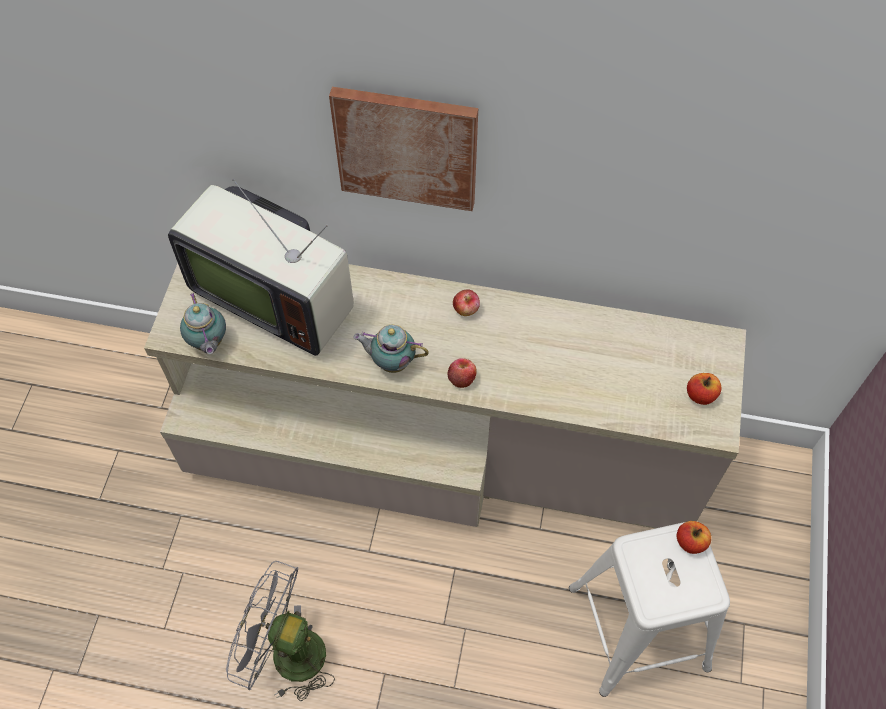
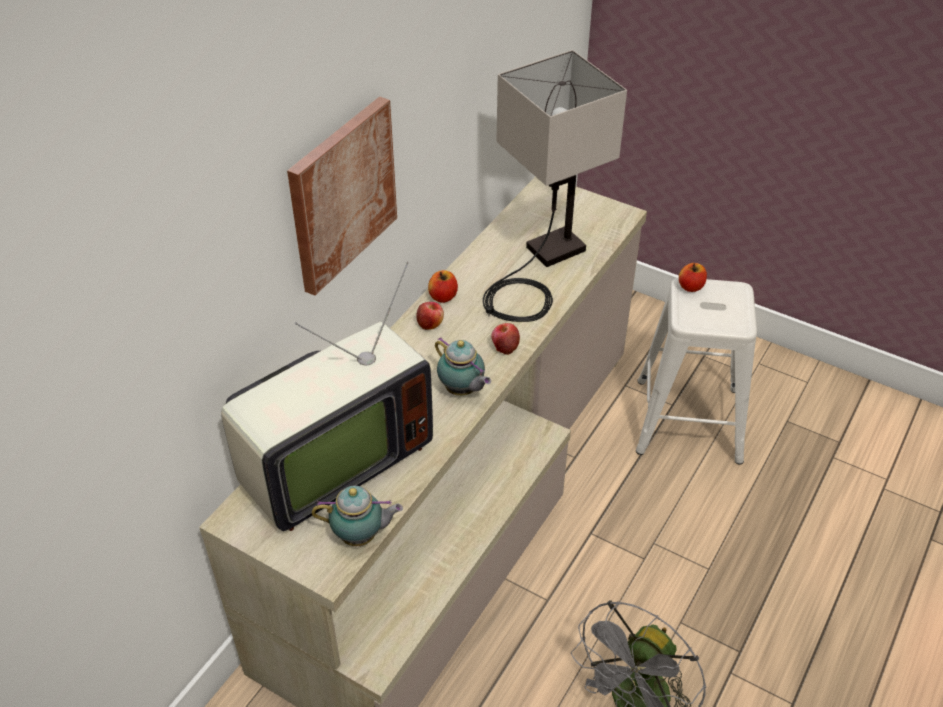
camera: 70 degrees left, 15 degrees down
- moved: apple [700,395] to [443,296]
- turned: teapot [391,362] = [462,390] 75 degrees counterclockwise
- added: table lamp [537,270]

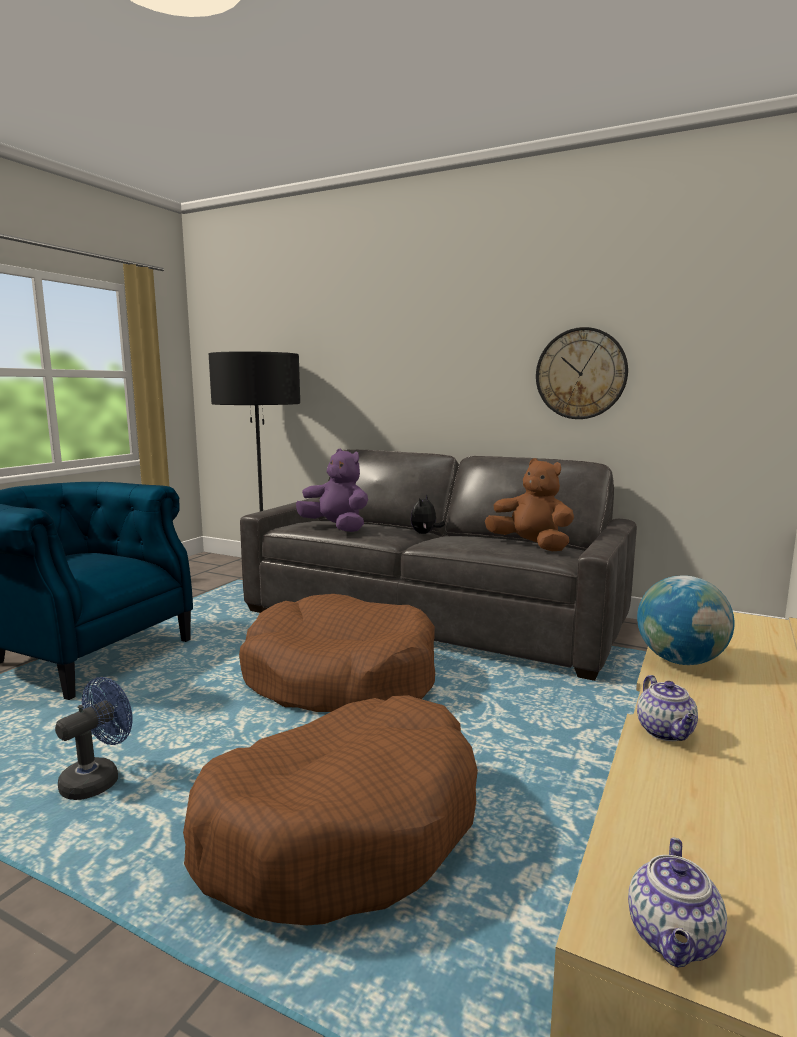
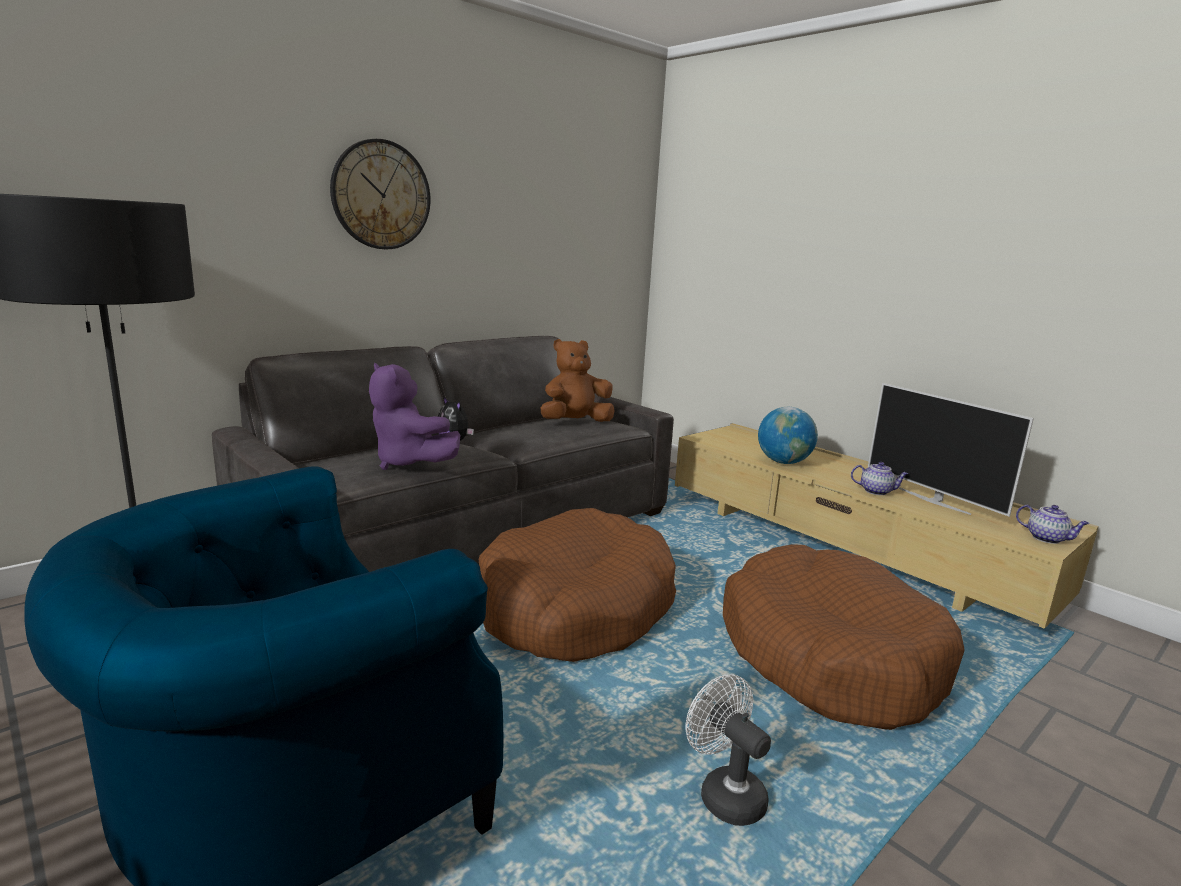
camera: 70 degrees left, 5 degrees up
- moved: wall clock [581,374] to [381,195]
- turned: purple plush toy [336,528] = [408,463] 105 degrees counterclockwise
- recoloured: blue fan [98,779] to white fan [724,793]
- added: television [934,500]

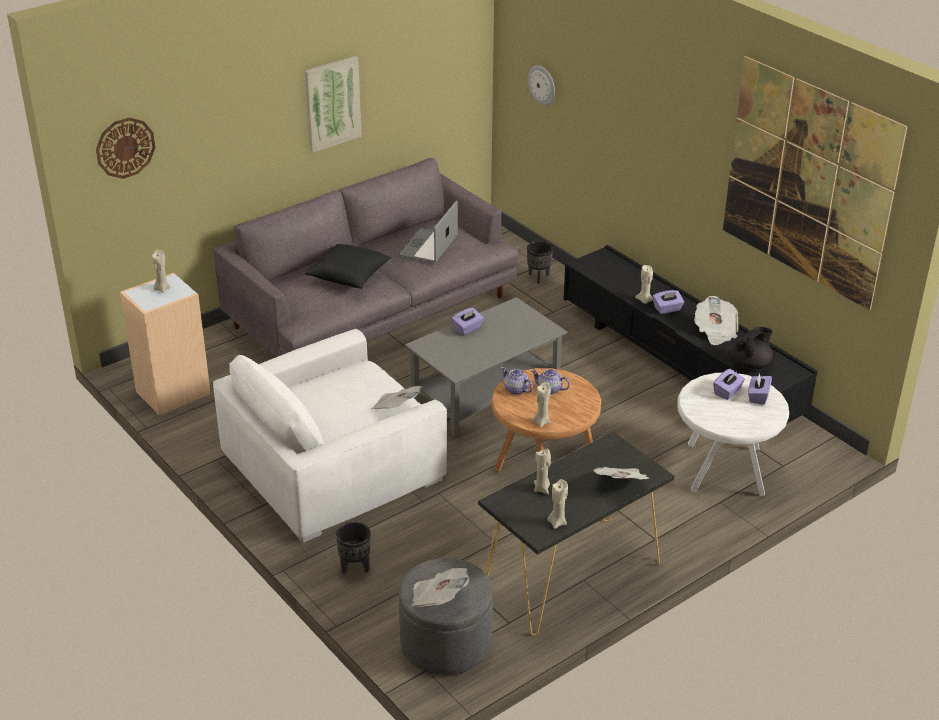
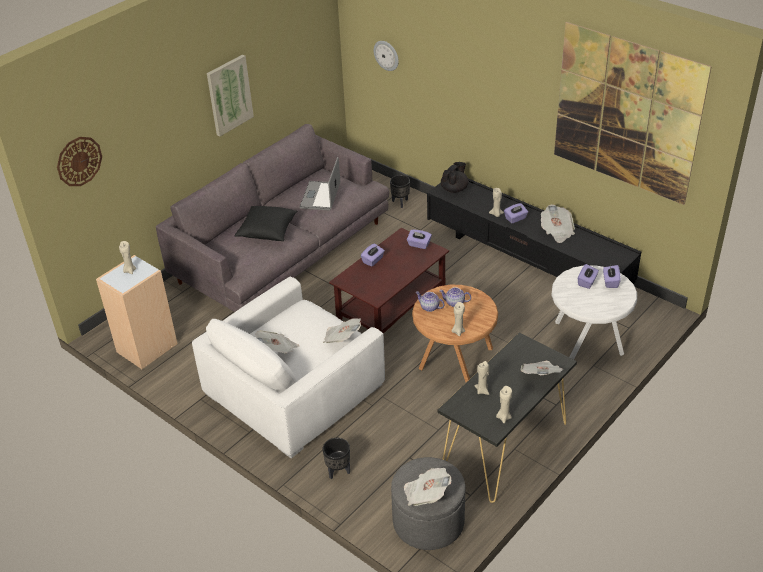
camera: 10 degrees left, 5 degrees up
- added: newspaper [278,350]
- recoloured: grey coffee table [486,392] to brown coffee table [392,305]
- added: purple tissue box [419,245]
- moved: black teapot [751,364] to [454,189]

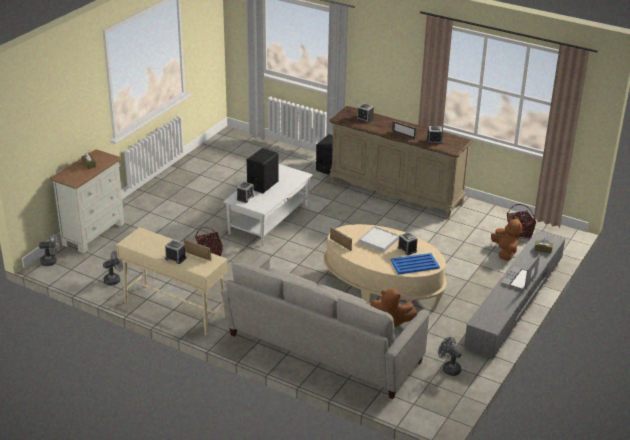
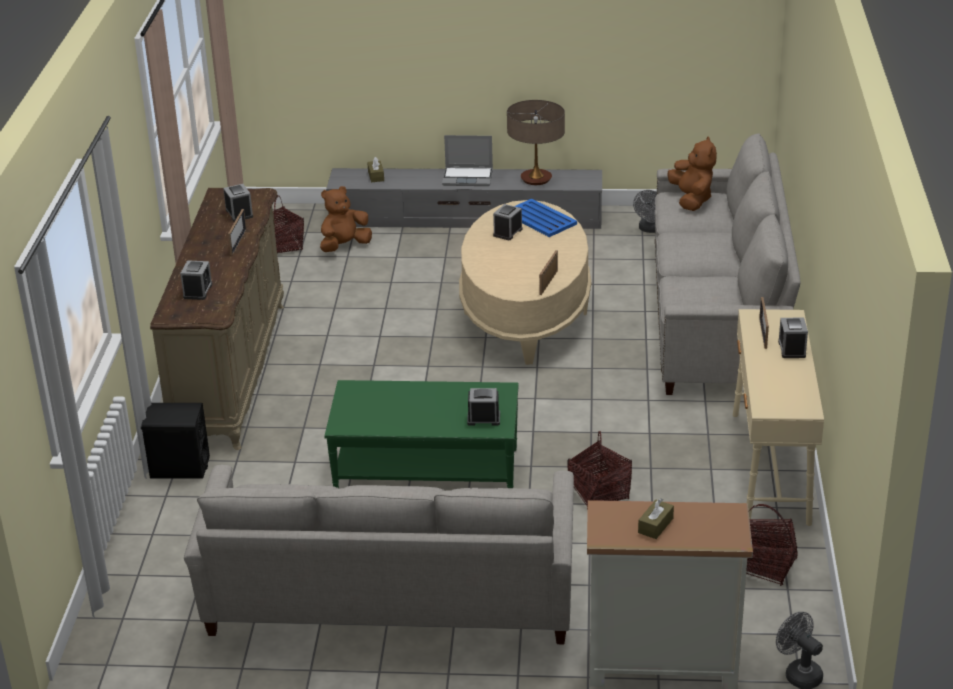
camera: 115 degrees left, 0 degrees up
- added: grey sofa [389,606]
- recoloured: white coffee table [269,219] to green coffee table [425,472]
- added: table lamp [536,179]
- replaced: grey fan [114,279] to basket [766,566]
- removed: black speaker [263,185]
- removed: white tray [379,241]

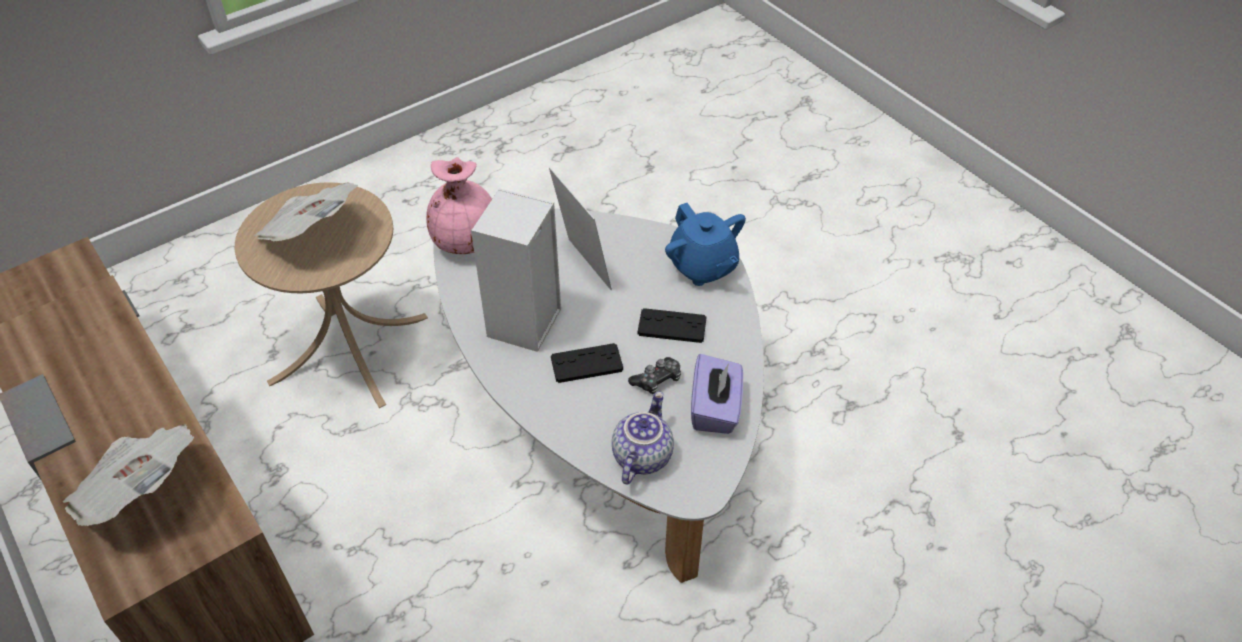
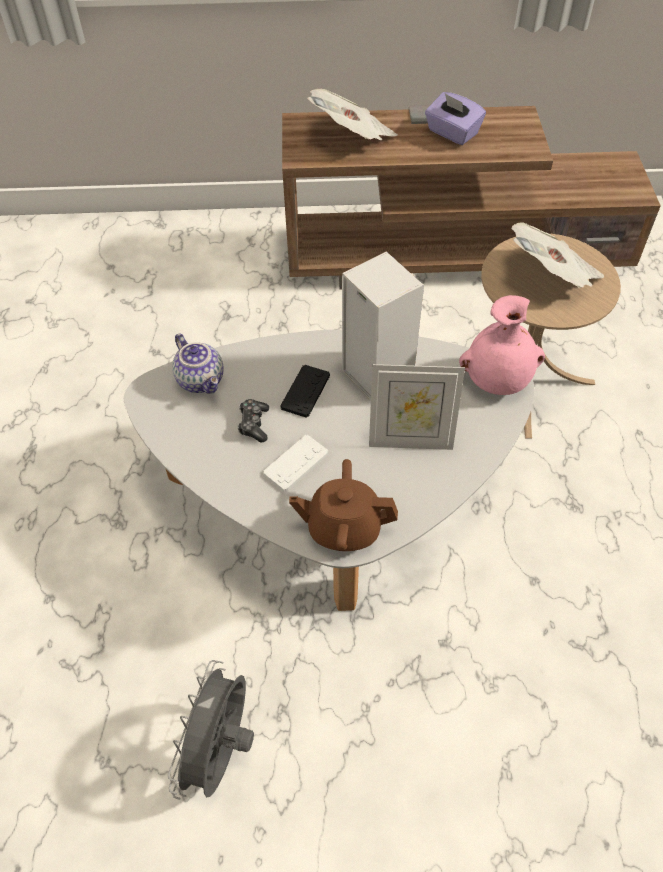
camera: 125 degrees right, 5 degrees up
- added: grey fan [222,750]
- recoloured: black game controller [672,327] to white game controller [296,464]
- recoloured: blue teapot [703,267] to brown teapot [343,527]
- moved: purple tissue box [715,409] to [452,133]

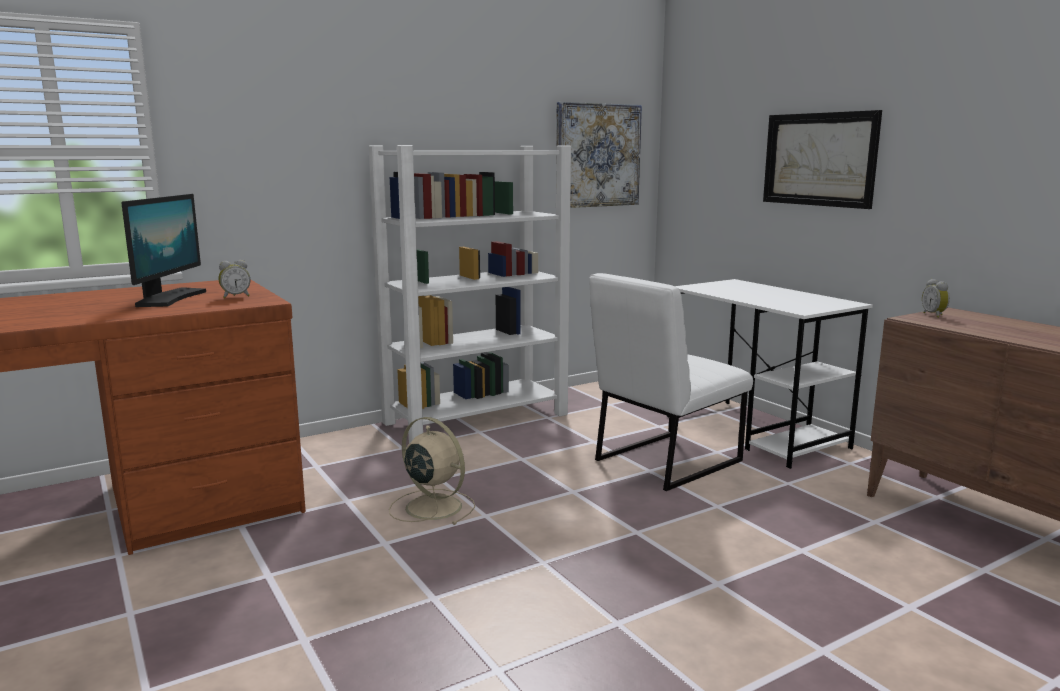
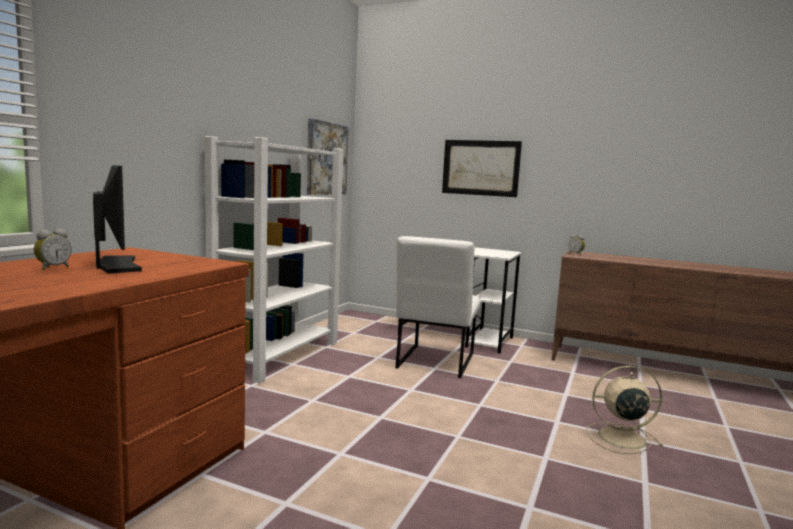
camera: 35 degrees left, 5 degrees down
- moved: alarm clock [235,296] to [52,268]
- moved: beige fan [431,506] to [619,438]

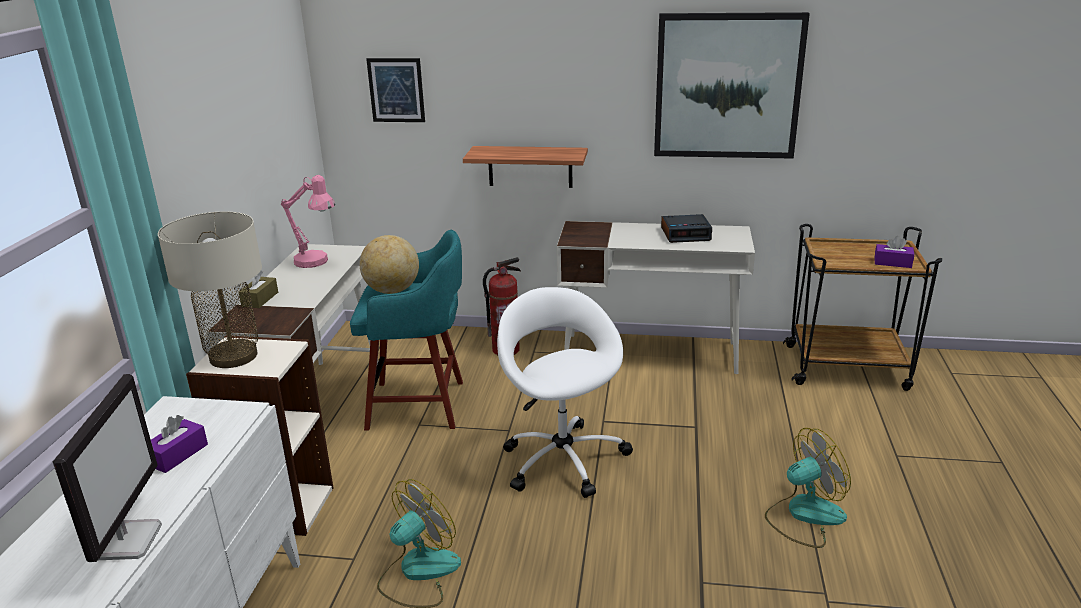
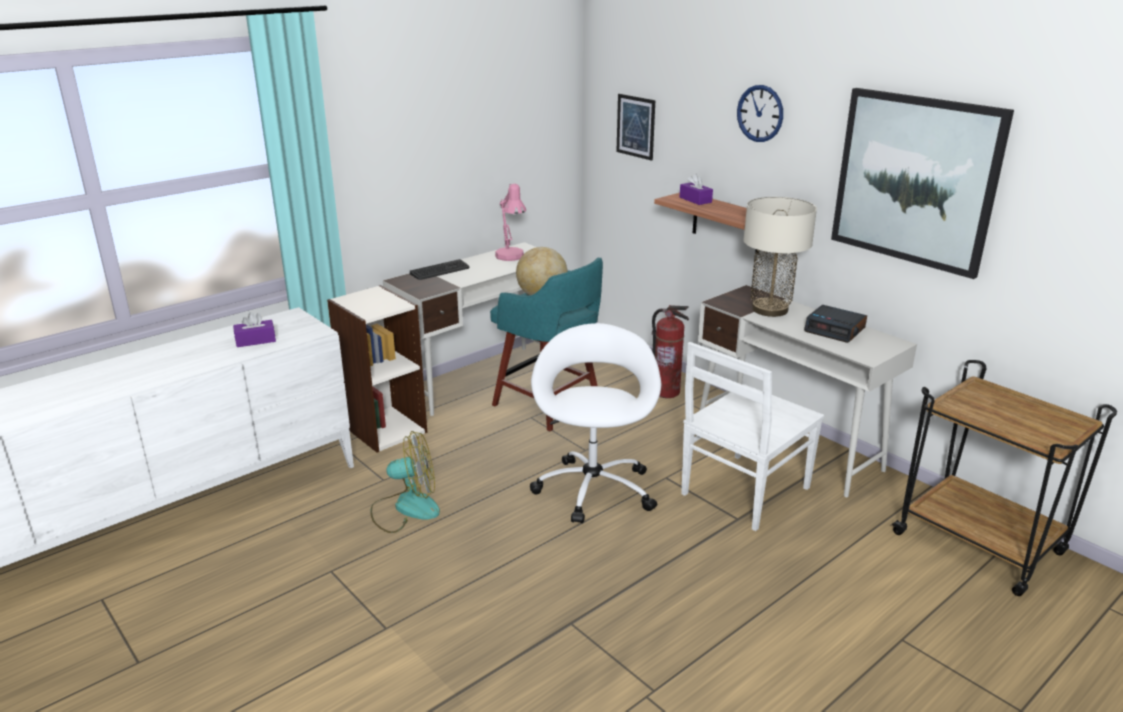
camera: 40 degrees right, 0 degrees up
- replaced: brown tissue box [260,299] to keyboard [440,271]
- moved: purple tissue box [892,263] to [695,200]
- added: white chair [743,492]
- added: wall clock [760,113]
- moved: table lamp [233,356] to [770,309]
- removed: monitor [126,540]
- removed: fan [804,515]

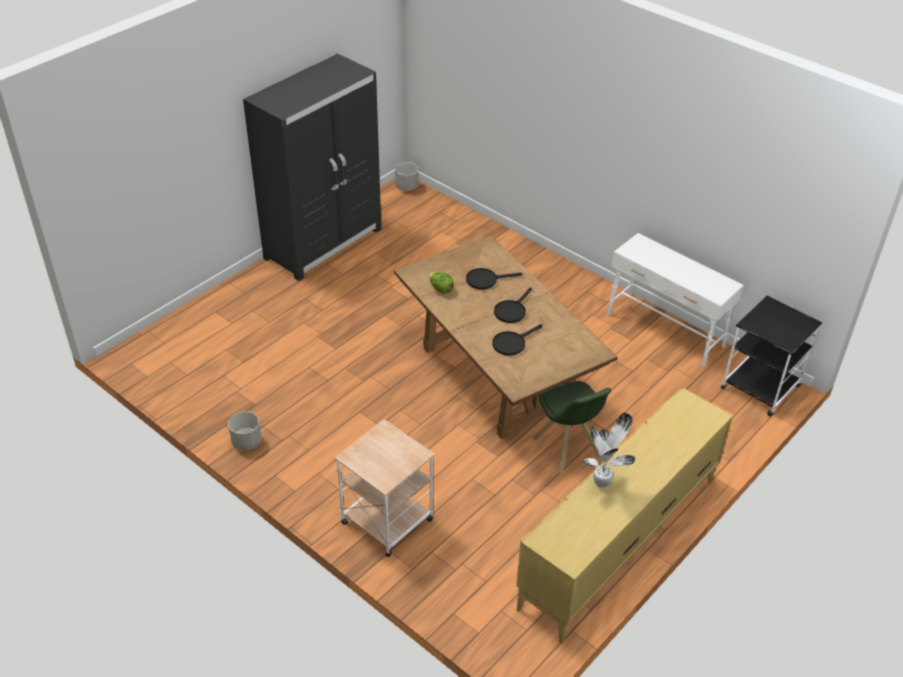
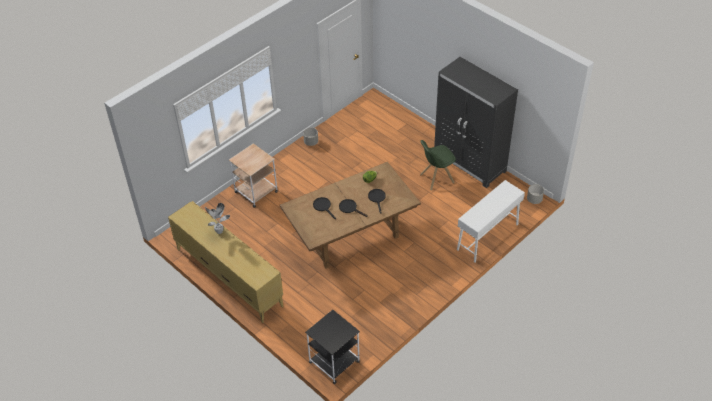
camera: 95 degrees right, 5 degrees up
- moved: green chair [567,448] to [436,178]
- moved: white console table [664,330] to [487,237]

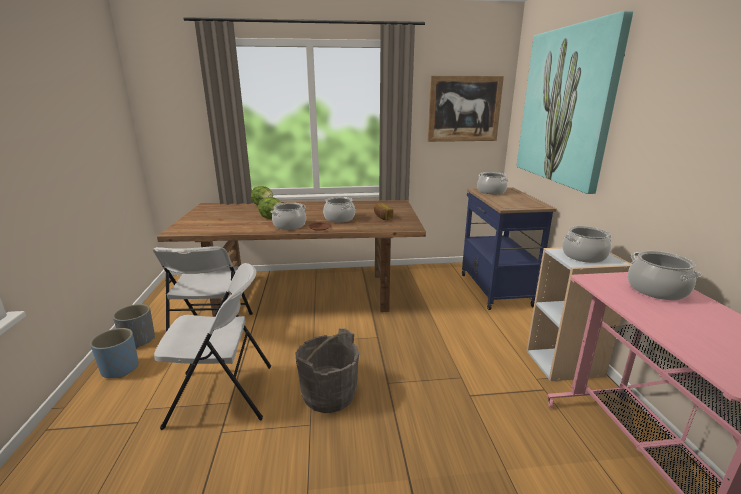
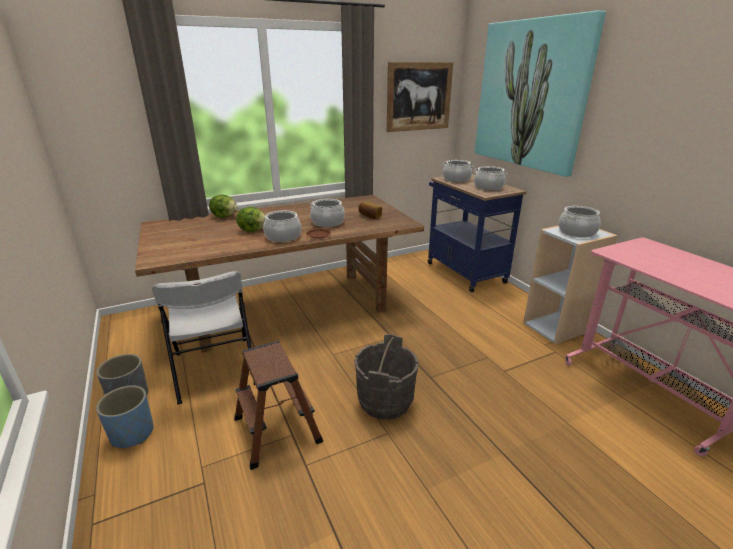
camera: 20 degrees left, 5 degrees up
- replaced: white chair [221,395] to brown step ladder [277,430]
- moved: cooking pot [657,290] to [488,187]

